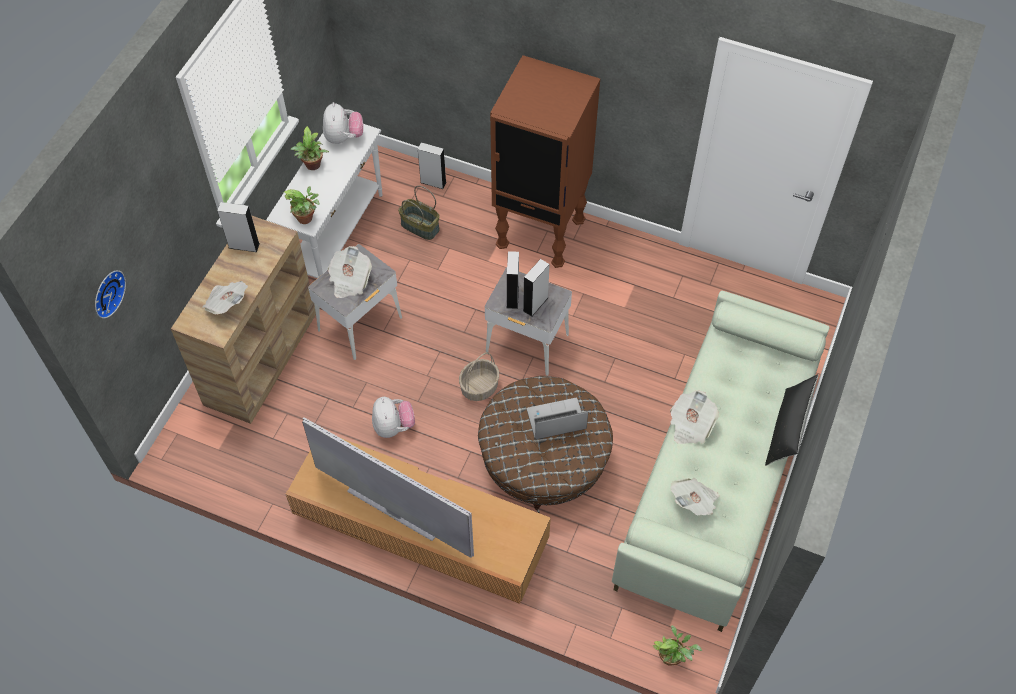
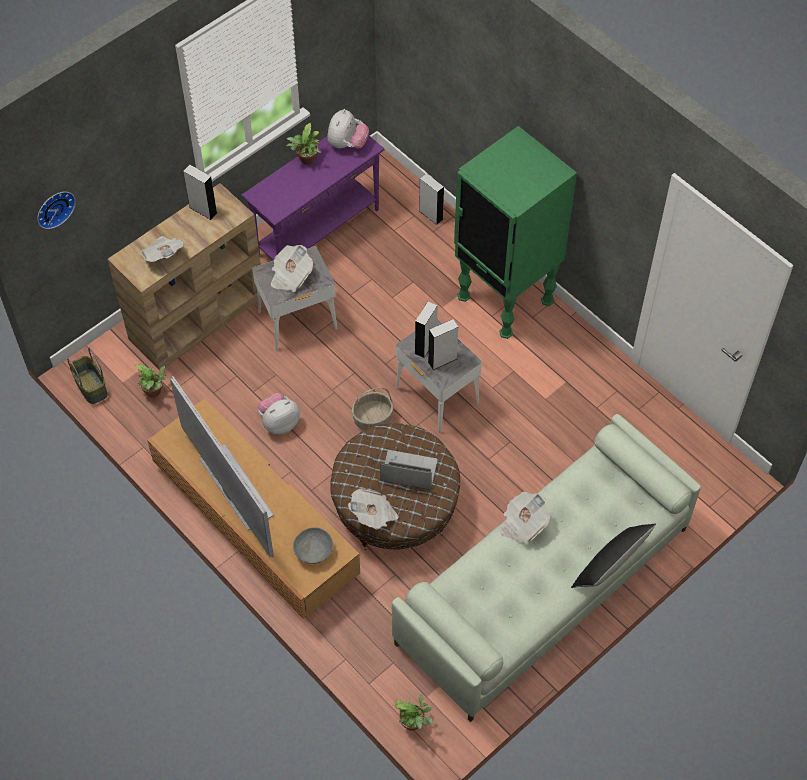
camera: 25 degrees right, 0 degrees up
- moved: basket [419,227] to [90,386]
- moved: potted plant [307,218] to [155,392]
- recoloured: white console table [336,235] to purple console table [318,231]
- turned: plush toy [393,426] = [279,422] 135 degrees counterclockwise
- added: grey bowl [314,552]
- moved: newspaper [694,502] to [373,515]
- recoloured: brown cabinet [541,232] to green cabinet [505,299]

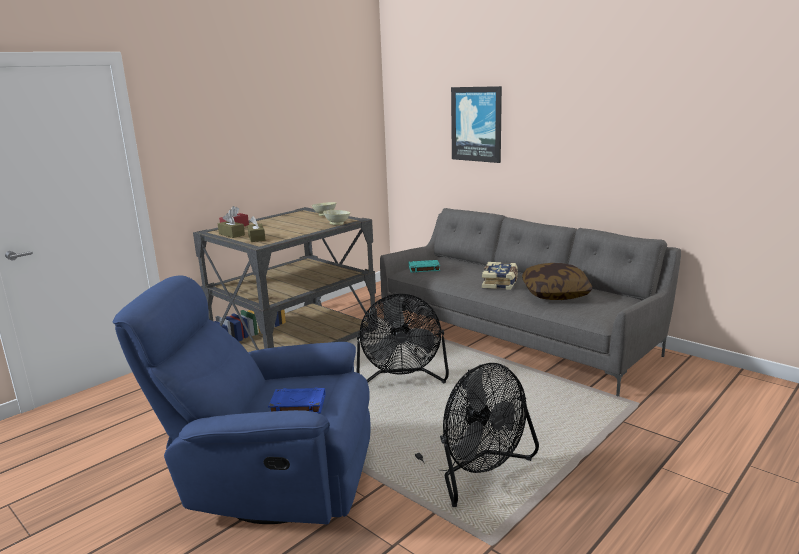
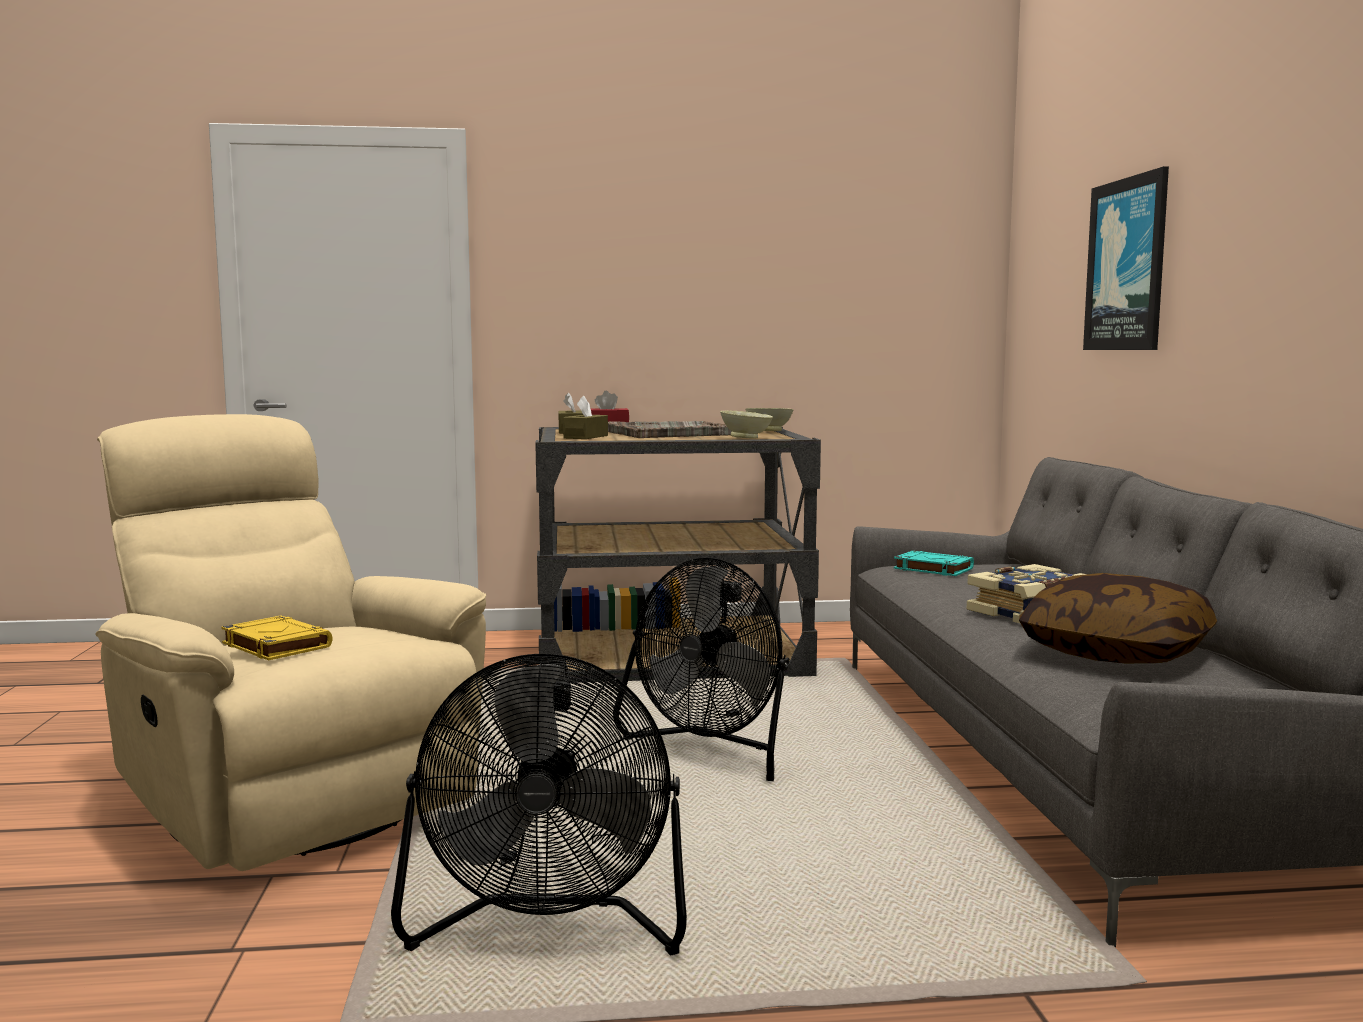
camera: 40 degrees right, 10 degrees down
- recoloured: blue armchair [271,479] to beige armchair [290,797]
- recoloured: blue book [297,405] to yellow book [275,645]
- added: grey tray [671,433]

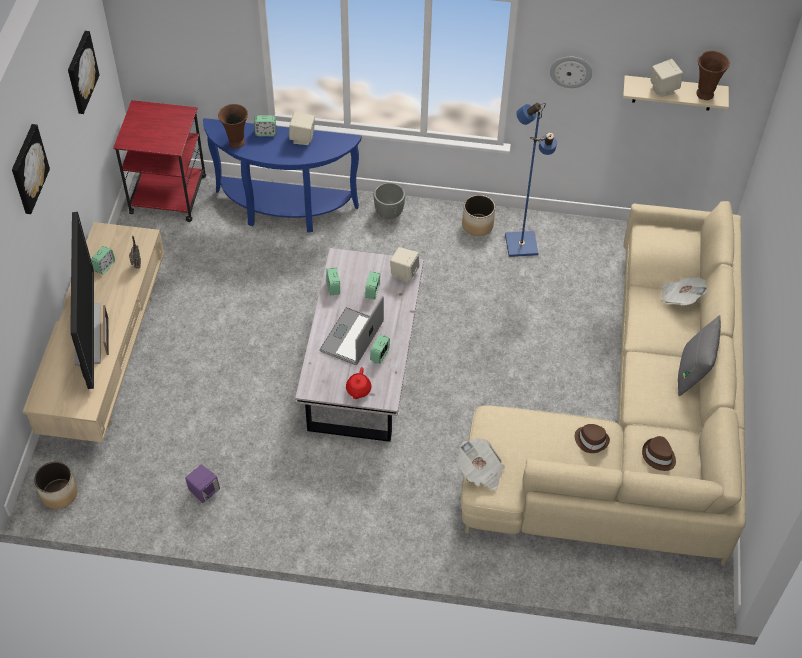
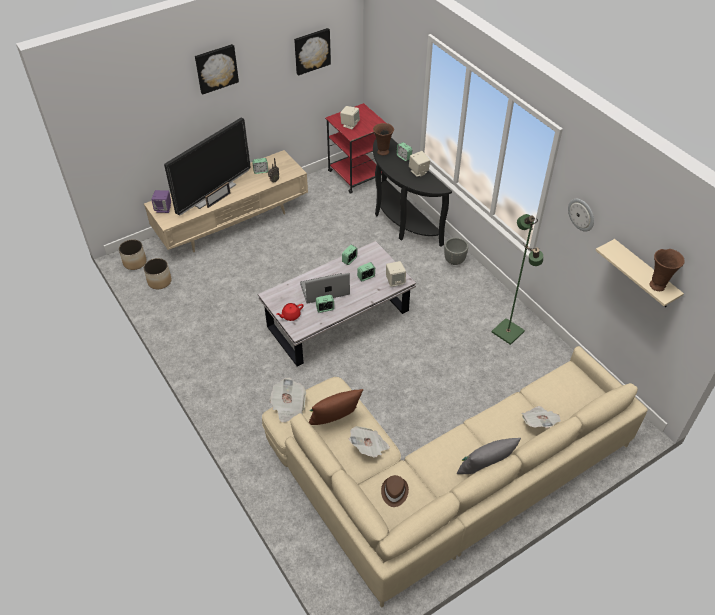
camera: 50 degrees right, 5 degrees down
- moved: planter [477,225] to [160,281]
- moved: purple speaker [204,491] to [163,209]
- added: brown pillow [335,421]
- moved: beige speaker [663,89] to [350,124]
- replaced: brown hat [591,440] to newspaper [369,447]
- recoloured: blue console table [283,211] to black console table [401,221]
- recoloured: blue floor lamp [521,244] to green floor lamp [507,332]

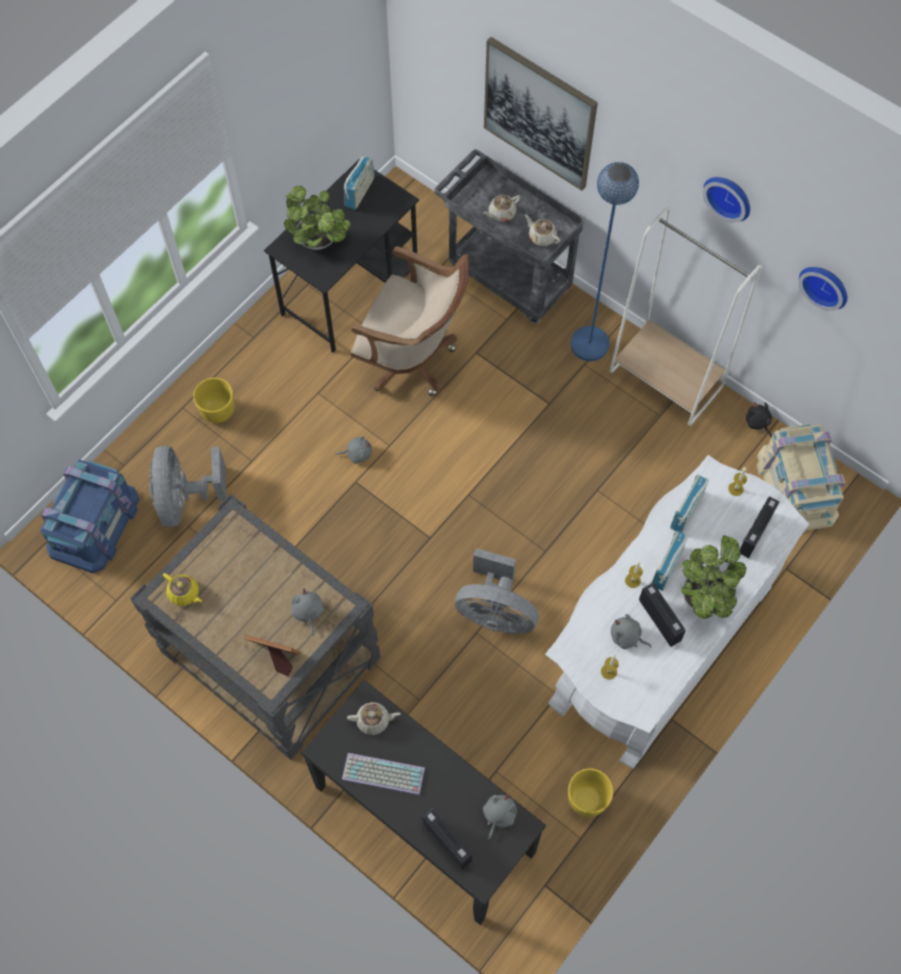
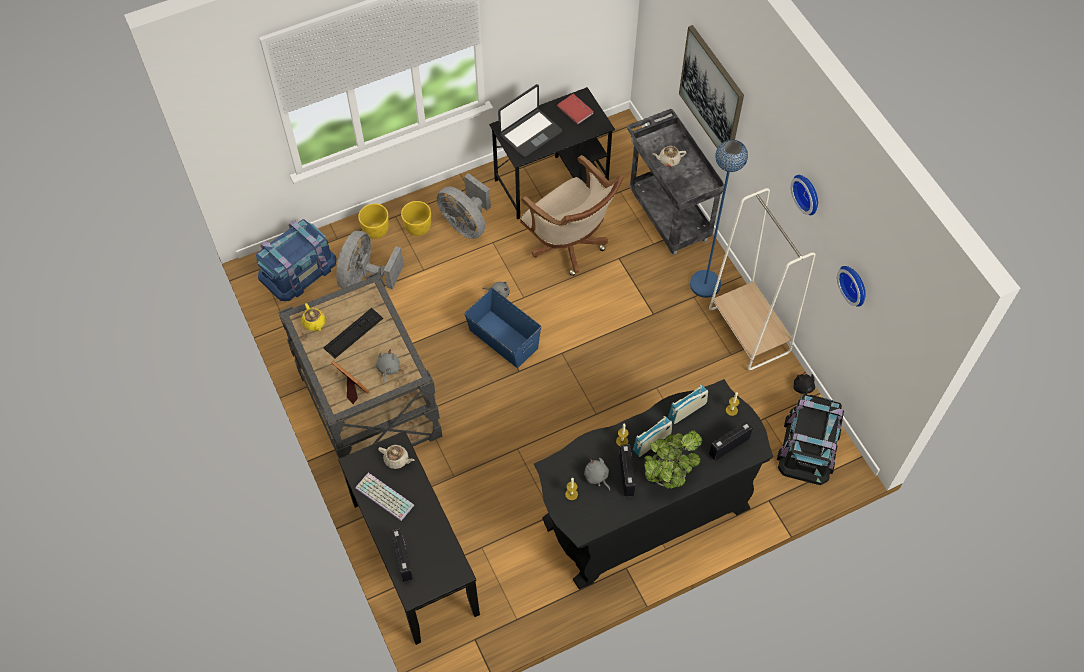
camera: 25 degrees right, 5 degrees down
- added: keyboard [353,333]
- moved: yellow planter [587,799] to [376,230]
- moved: grey fan [495,613] to [466,224]
- added: blue storage box [503,338]
- replaced: potted plant [320,242] to laptop [530,133]
- recoloured: white dresser [656,641] to black dresser [644,509]
- replaced: radio [360,192] to red book [576,109]
- recoloured: beige storage box [797,486] to black storage box [809,446]
- removed: grey plush toy [498,815]
- removed: beige teapot [541,237]

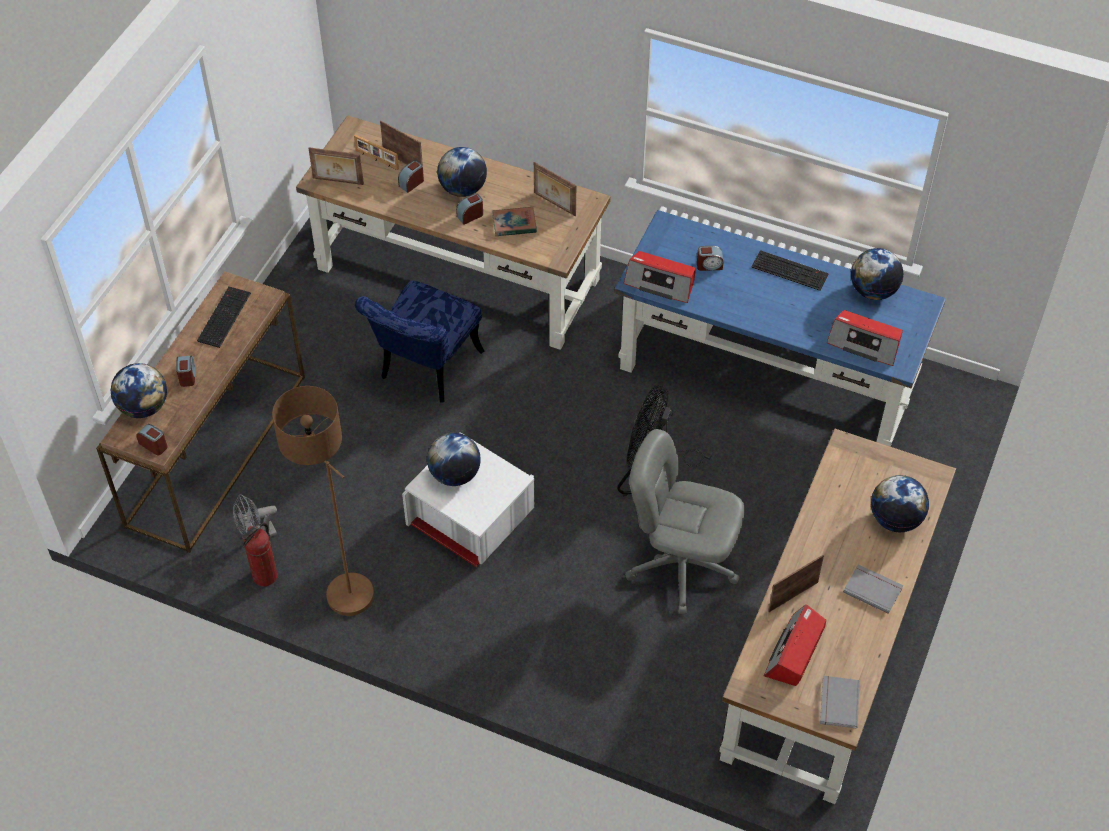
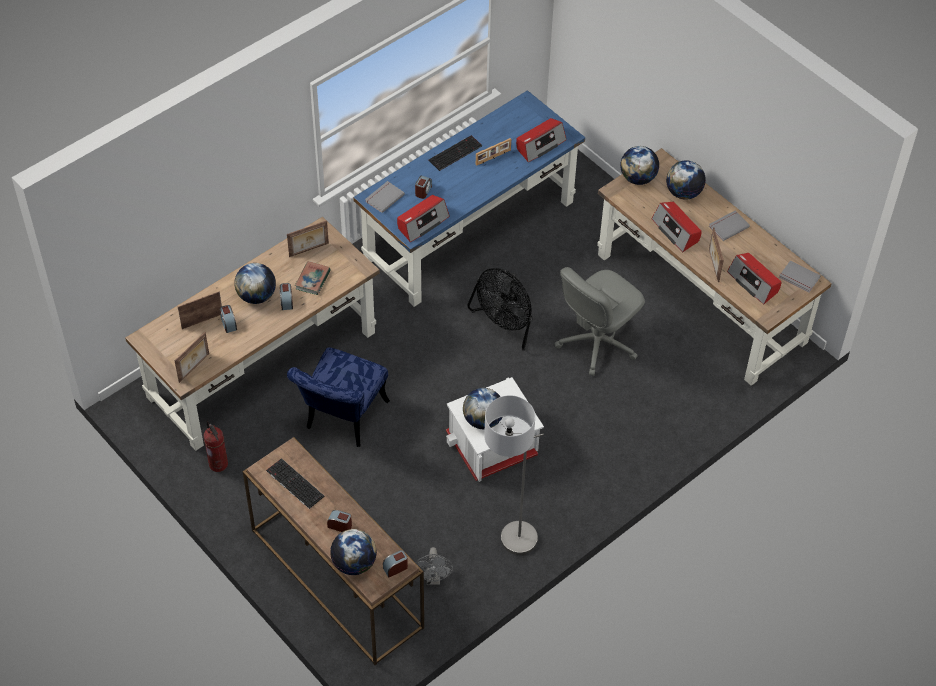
camera: 65 degrees left, 0 degrees up
- moved: fire extinguisher [265,576] to [219,464]
- turned: blue chair [425,370] = [342,419] 60 degrees clockwise
- added: grey book [383,197]
- moved: picture frame [376,160] to [493,157]
- recoloured: brown floor lamp [340,587] to grey floor lamp [508,542]
- moved: globe [873,291] to [637,178]
- added: radio [676,231]

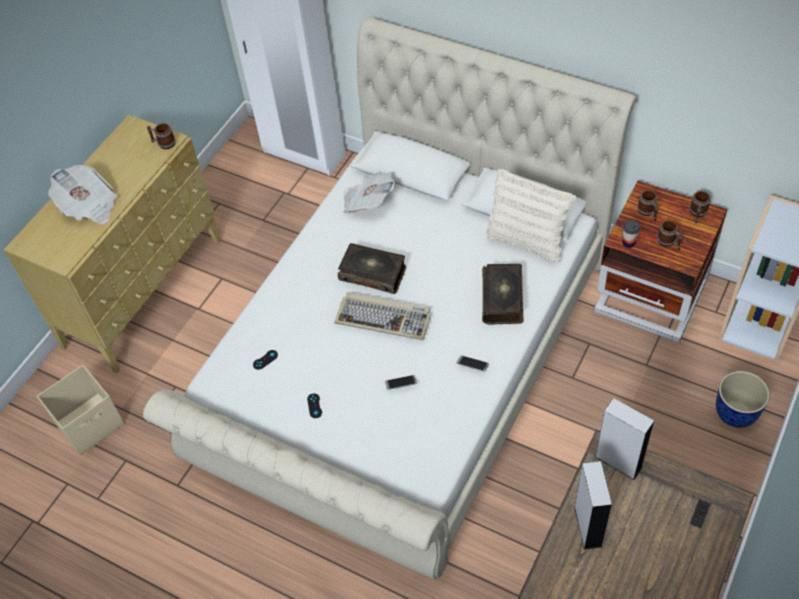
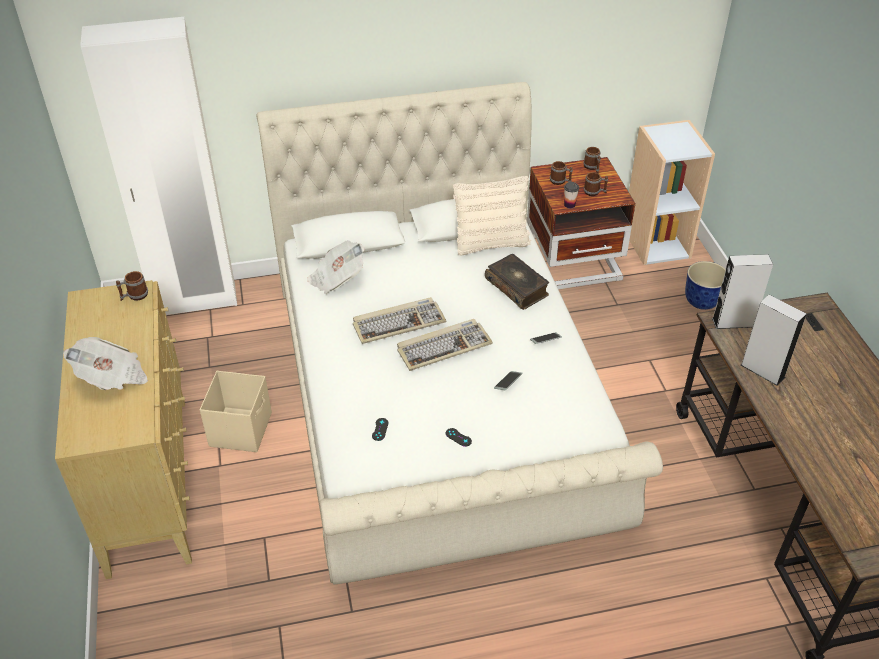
camera: 45 degrees left, 10 degrees down
- moved: beige storage box [91,424] to [241,429]
- replaced: book [373,273] to keyboard [399,322]

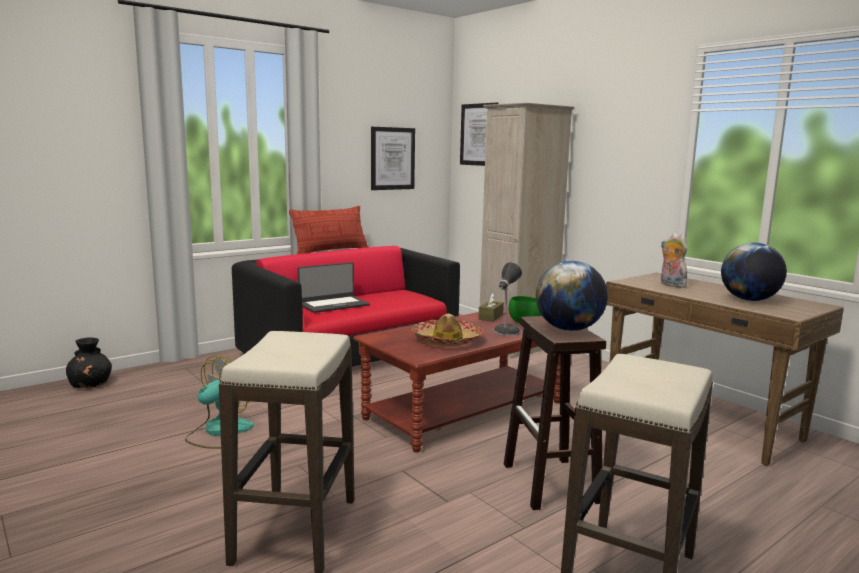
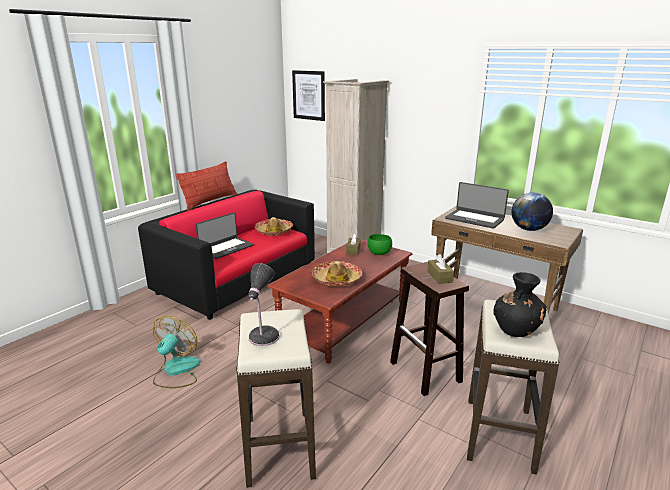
camera: 15 degrees left, 10 degrees up
- moved: table lamp [506,332] to [262,338]
- added: hat [274,231]
- replaced: globe [569,329] to brown tissue box [439,277]
- replaced: plush toy [670,285] to laptop [474,219]
- moved: black vase [90,385] to [516,329]
- removed: picture [392,158]

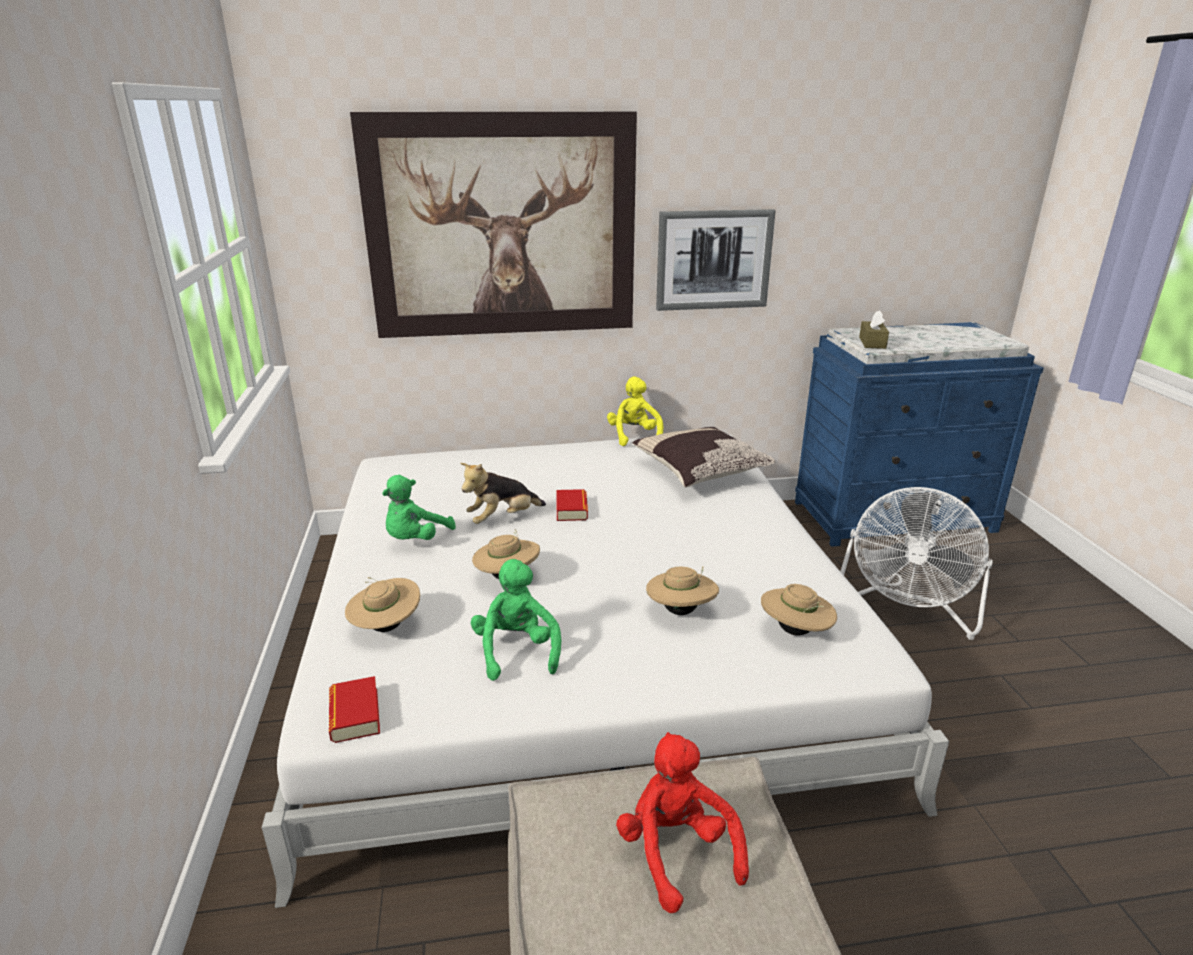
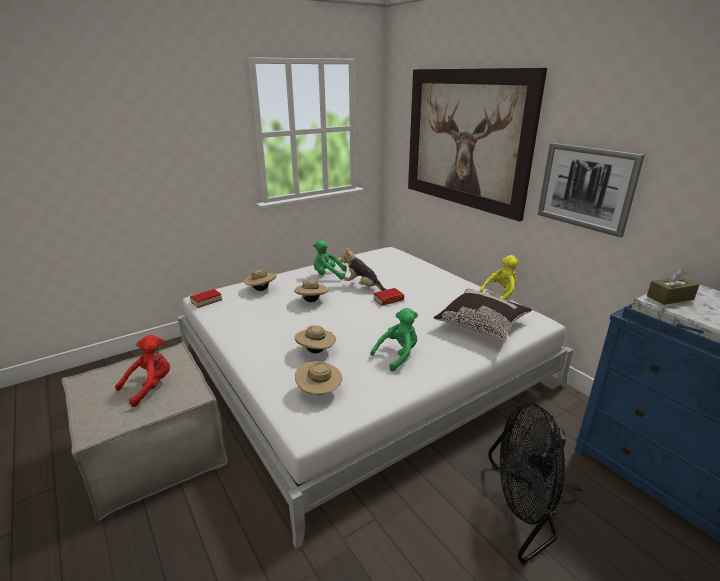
camera: 65 degrees right, 0 degrees up
- moved: green plush toy [517,651] to [398,355]
- recoloured: white fan [901,606] to black fan [528,507]

